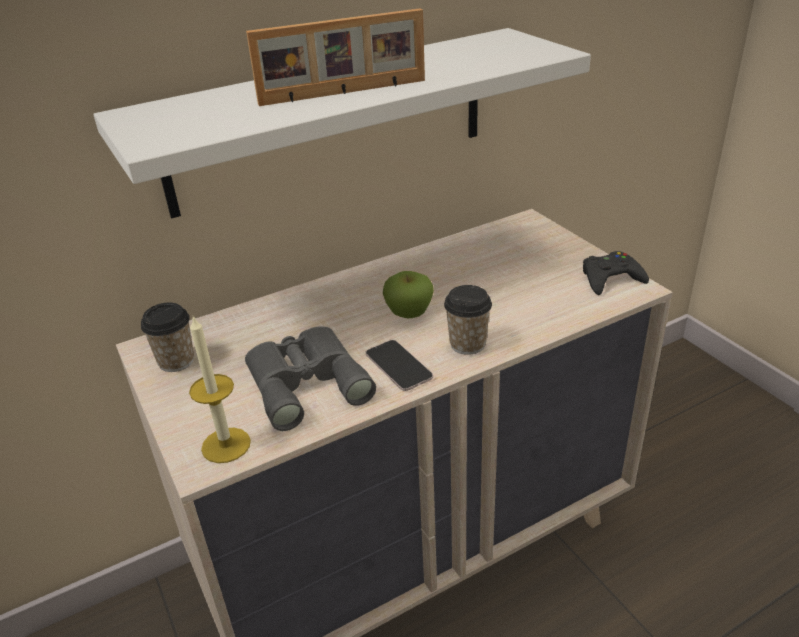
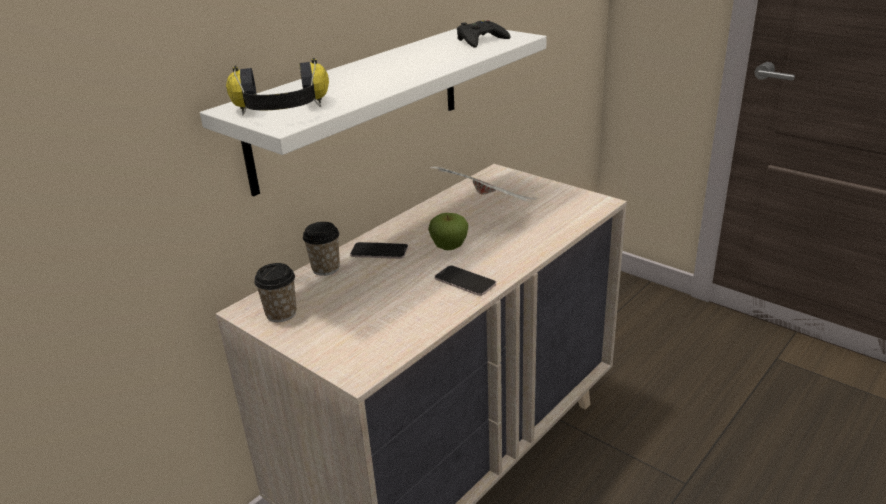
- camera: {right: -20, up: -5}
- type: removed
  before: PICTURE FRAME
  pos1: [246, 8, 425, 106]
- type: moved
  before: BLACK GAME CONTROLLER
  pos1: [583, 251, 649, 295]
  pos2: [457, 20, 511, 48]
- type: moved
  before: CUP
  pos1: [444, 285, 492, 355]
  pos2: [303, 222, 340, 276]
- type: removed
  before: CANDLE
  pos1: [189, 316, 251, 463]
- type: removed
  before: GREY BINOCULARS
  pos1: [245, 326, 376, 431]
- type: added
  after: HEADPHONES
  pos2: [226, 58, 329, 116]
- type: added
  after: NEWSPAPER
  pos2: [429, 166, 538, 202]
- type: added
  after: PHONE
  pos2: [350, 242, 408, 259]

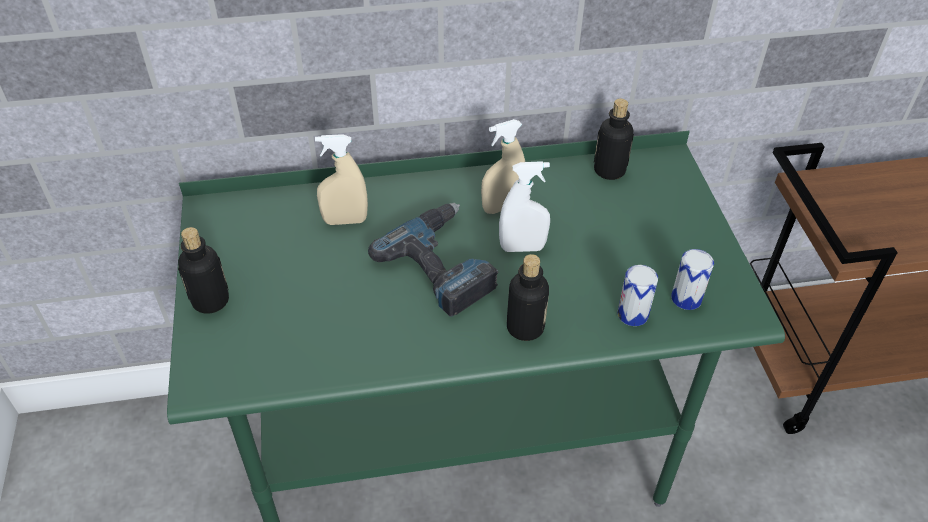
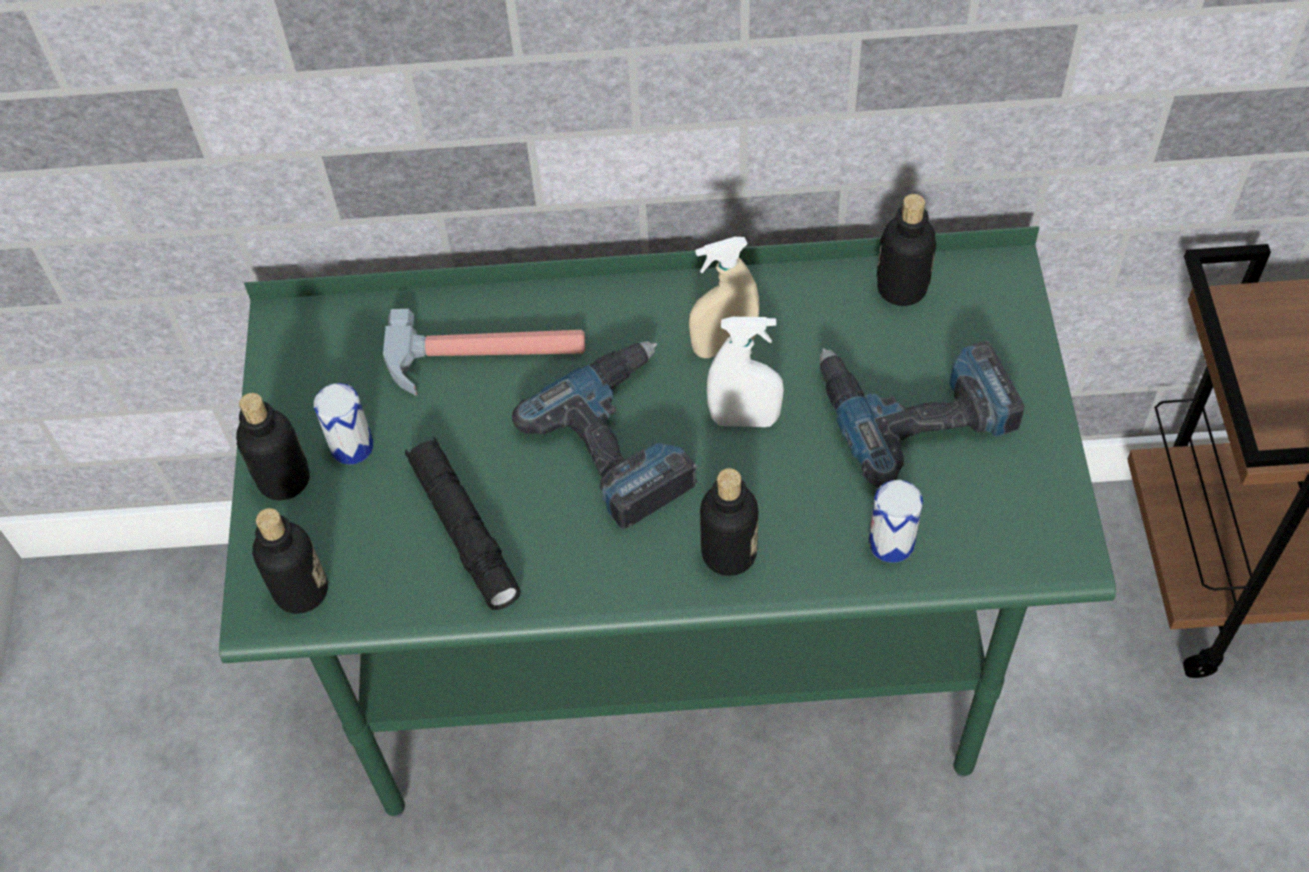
- camera: {right: 10, up: 10}
- type: replaced
  before: BEIGE SPRAY BOTTLE
  after: HAMMER
  pos1: [315, 134, 368, 225]
  pos2: [383, 309, 585, 396]
- type: moved
  before: CAN
  pos1: [671, 249, 714, 310]
  pos2: [314, 383, 374, 465]
- type: added
  after: POWER DRILL
  pos2: [820, 341, 1025, 488]
- type: added
  after: BLACK FLASHLIGHT
  pos2: [405, 437, 521, 610]
- type: added
  after: BOTTLE
  pos2: [252, 508, 328, 614]

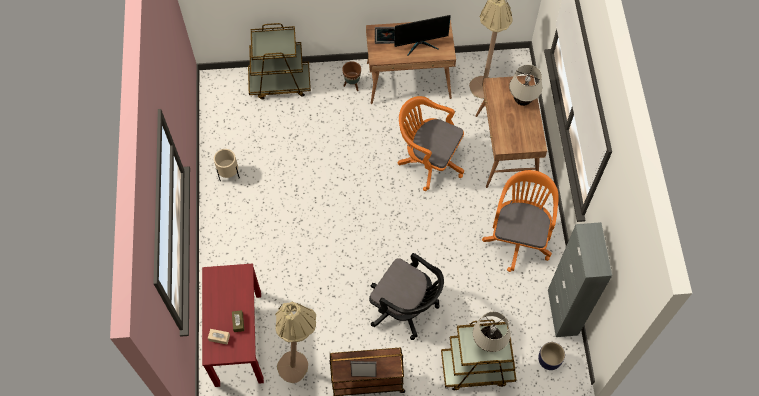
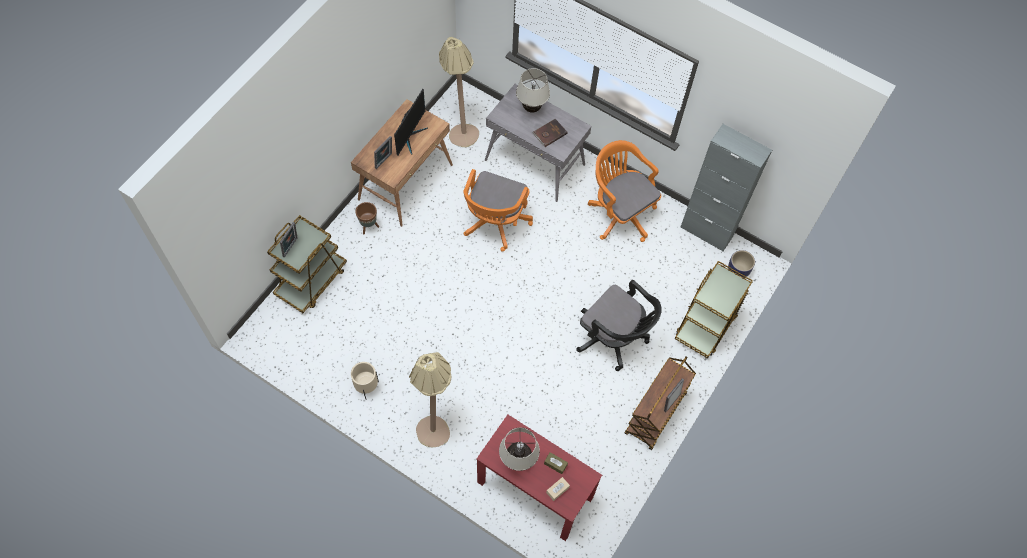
- camera: {right: -55, up: 0}
- type: recoloured
  before: BROWN DESK
  after: GREY DESK
  pos1: [475, 75, 547, 188]
  pos2: [485, 84, 591, 202]
- type: turned
  before: ORANGE OFFICE CHAIR
  pos1: [398, 96, 464, 191]
  pos2: [463, 169, 533, 252]
  turn: -45
- type: turned
  before: BLACK OFFICE CHAIR
  pos1: [369, 253, 444, 340]
  pos2: [576, 280, 662, 371]
  turn: 60
- type: moved
  before: BEIGE FLOOR LAMP
  pos1: [275, 302, 316, 383]
  pos2: [409, 352, 451, 447]
- type: moved
  before: BEIGE TABLE LAMP
  pos1: [473, 312, 510, 352]
  pos2: [499, 427, 540, 471]
- type: added
  after: BROWN BOOK
  pos2: [532, 119, 567, 147]
- type: added
  after: PICTURE FRAME
  pos2: [280, 222, 298, 258]

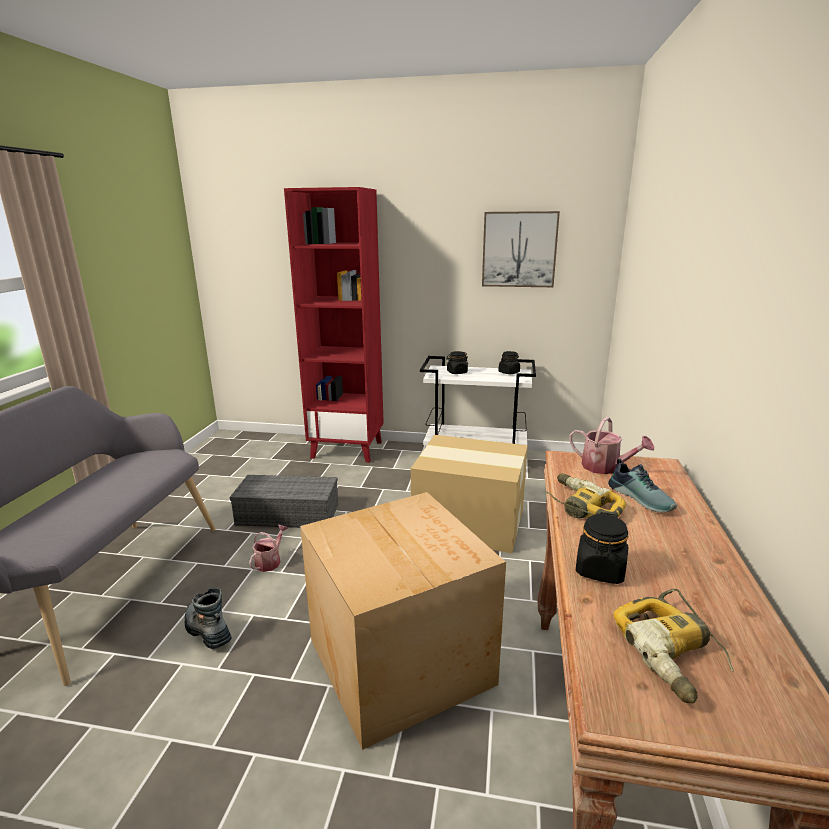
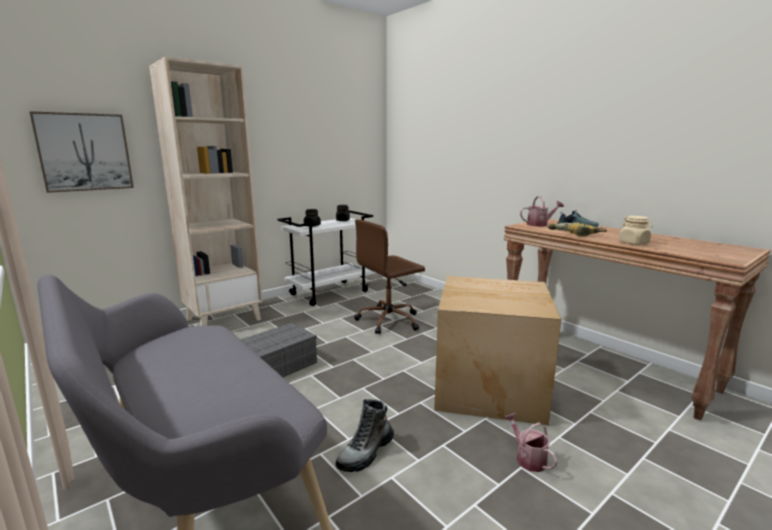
- camera: {right: -50, up: -5}
- type: recoloured
  before: RED BOOKCASE
  after: BEIGE BOOKCASE
  pos1: [284, 187, 384, 463]
  pos2: [149, 57, 262, 326]
- type: moved
  before: PICTURE
  pos1: [482, 211, 560, 287]
  pos2: [29, 111, 134, 193]
- type: replaced
  before: CARDBOARD BOX
  after: BROWN OFFICE CHAIR
  pos1: [411, 435, 528, 553]
  pos2: [354, 219, 425, 335]
- type: recoloured
  before: BLACK JAR
  after: BEIGE JAR
  pos1: [576, 512, 629, 584]
  pos2: [619, 216, 653, 245]
- type: moved
  before: WATERING CAN
  pos1: [249, 525, 288, 572]
  pos2: [504, 413, 558, 472]
- type: turned
  before: BOOT
  pos1: [185, 588, 232, 649]
  pos2: [335, 399, 394, 472]
  turn: -45
- type: removed
  before: POWER DRILL
  pos1: [613, 589, 734, 703]

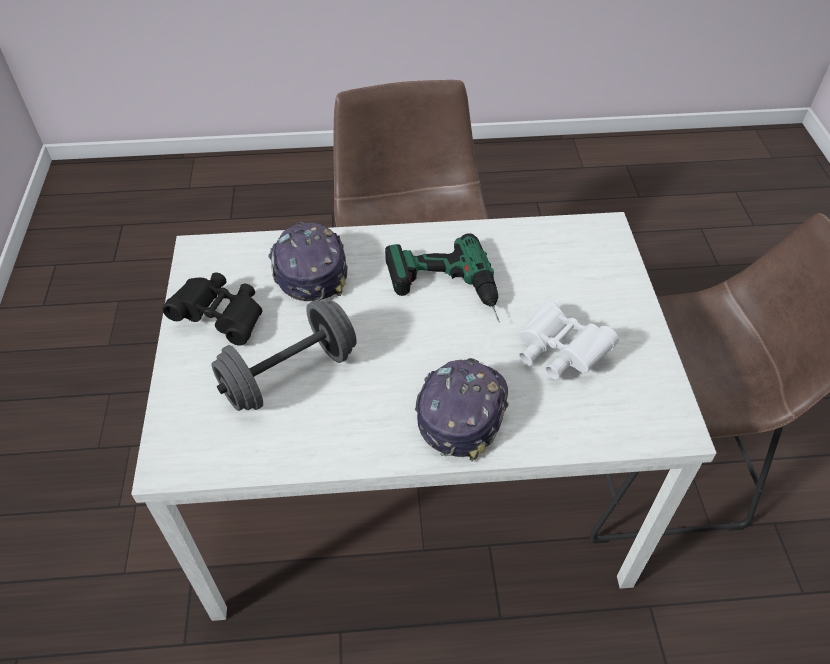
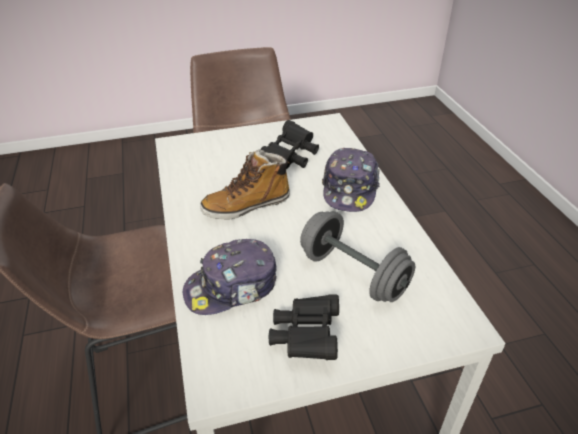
- camera: {right: -100, up: -10}
- type: replaced
  before: POWER DRILL
  after: BOOT
  pos1: [385, 233, 500, 322]
  pos2: [200, 150, 290, 220]
- type: recoloured
  before: WHITE BINOCULARS
  after: BLACK BINOCULARS
  pos1: [519, 301, 619, 380]
  pos2: [260, 120, 319, 169]
- type: turned
  before: CAP
  pos1: [415, 358, 509, 462]
  pos2: [322, 148, 380, 212]
  turn: -90

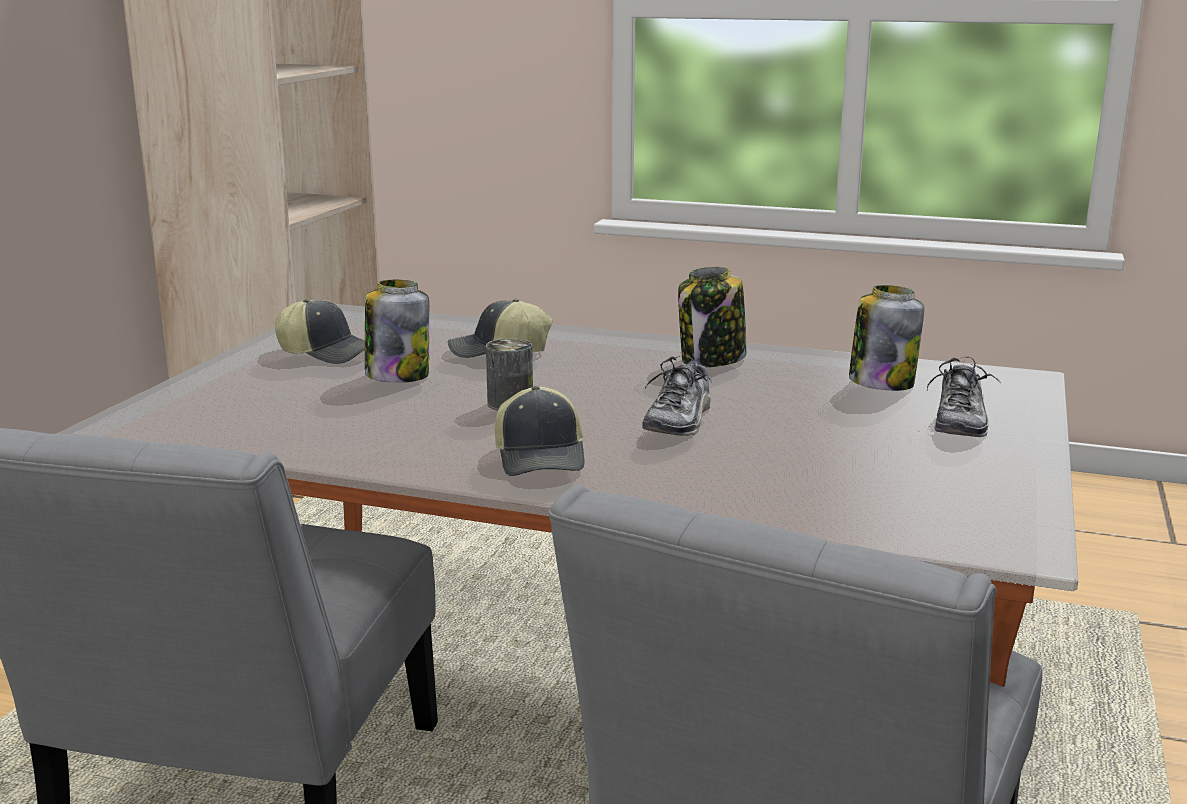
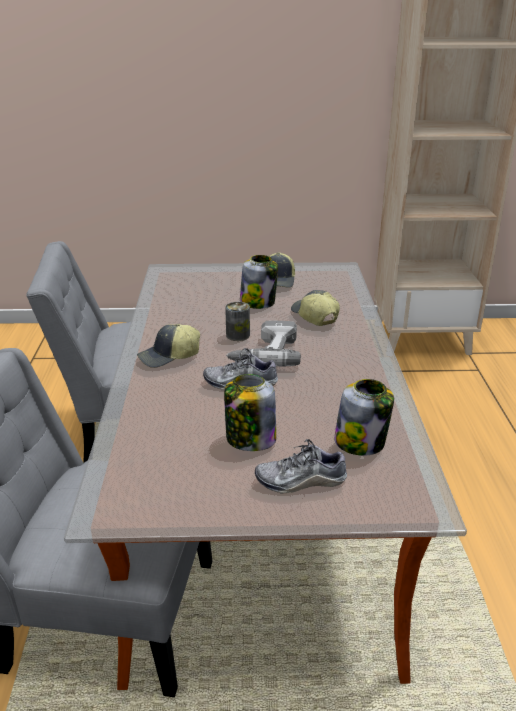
- camera: {right: 70, up: 10}
- type: moved
  before: JAR
  pos1: [678, 267, 747, 367]
  pos2: [224, 374, 276, 451]
- type: added
  after: POWER DRILL
  pos2: [226, 320, 301, 367]

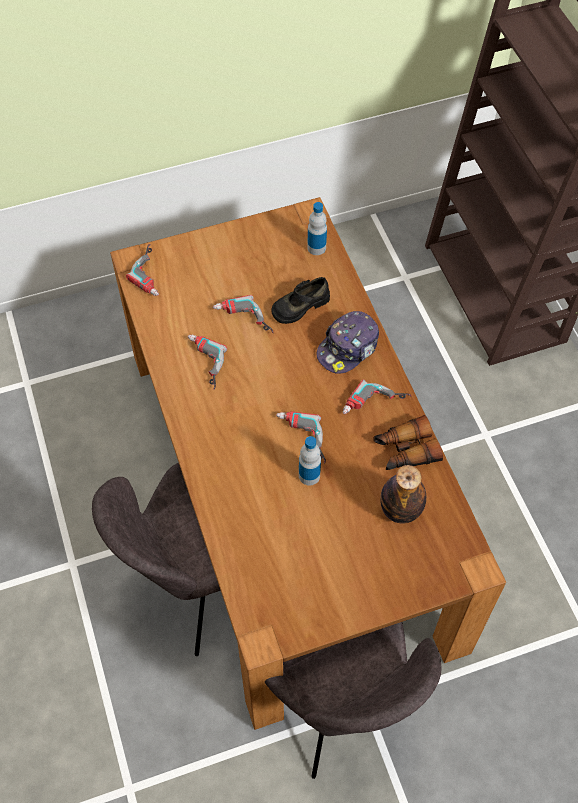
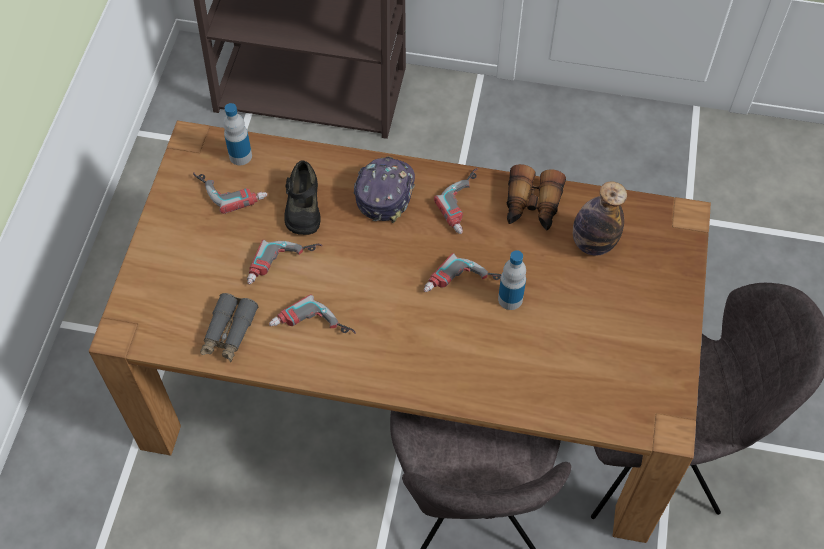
- camera: {right: -60, up: 0}
- type: moved
  before: POWER DRILL
  pos1: [126, 244, 159, 296]
  pos2: [193, 172, 268, 214]
- type: turned
  before: CAP
  pos1: [317, 311, 379, 374]
  pos2: [354, 157, 415, 223]
  turn: -150
- type: added
  after: GREY BINOCULARS
  pos2: [200, 293, 258, 362]

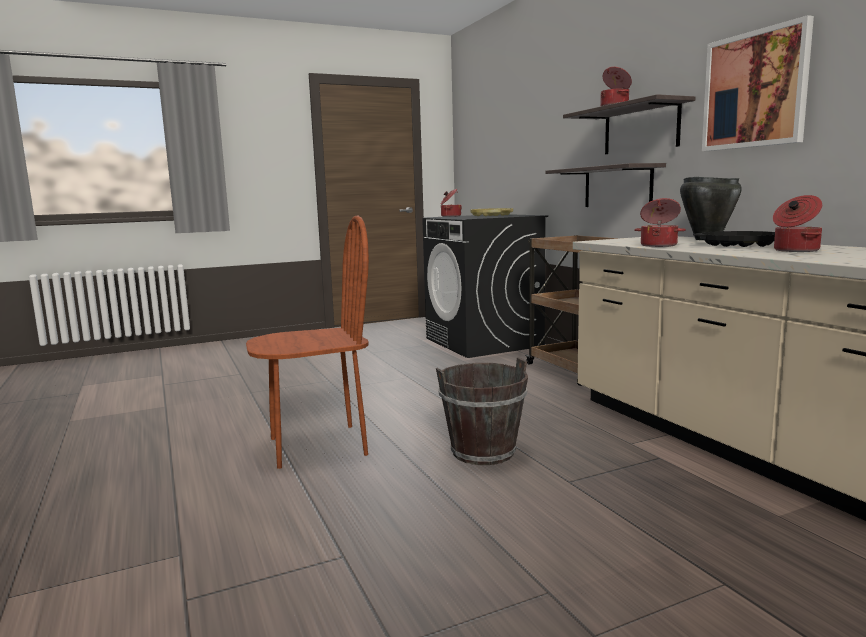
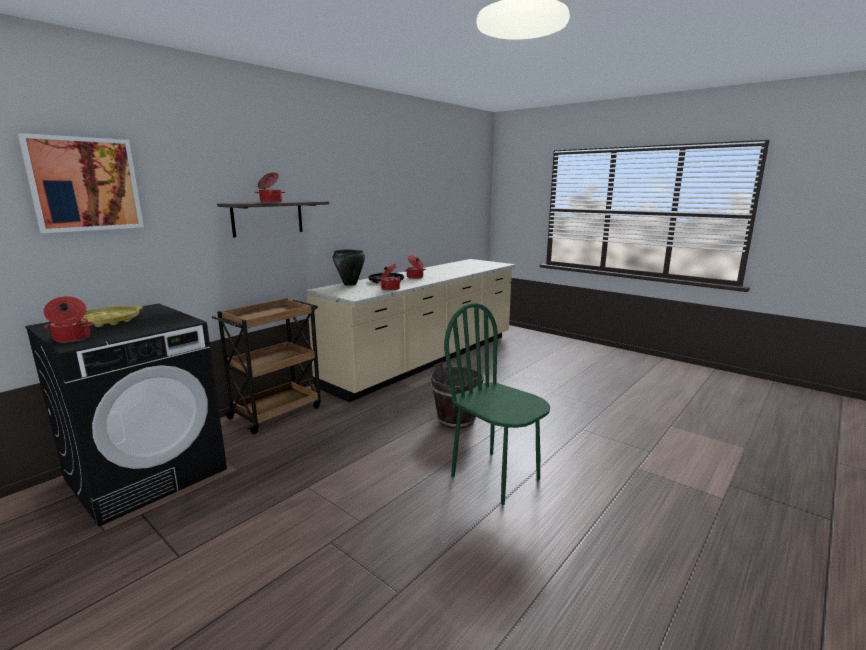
- camera: {right: -115, up: 5}
- type: moved
  before: PICTURE
  pos1: [702, 15, 814, 151]
  pos2: [18, 133, 144, 233]
- type: removed
  before: SHELF
  pos1: [545, 163, 666, 207]
- type: recoloured
  before: BROWN CHAIR
  after: GREEN CHAIR
  pos1: [246, 215, 369, 469]
  pos2: [444, 303, 550, 505]

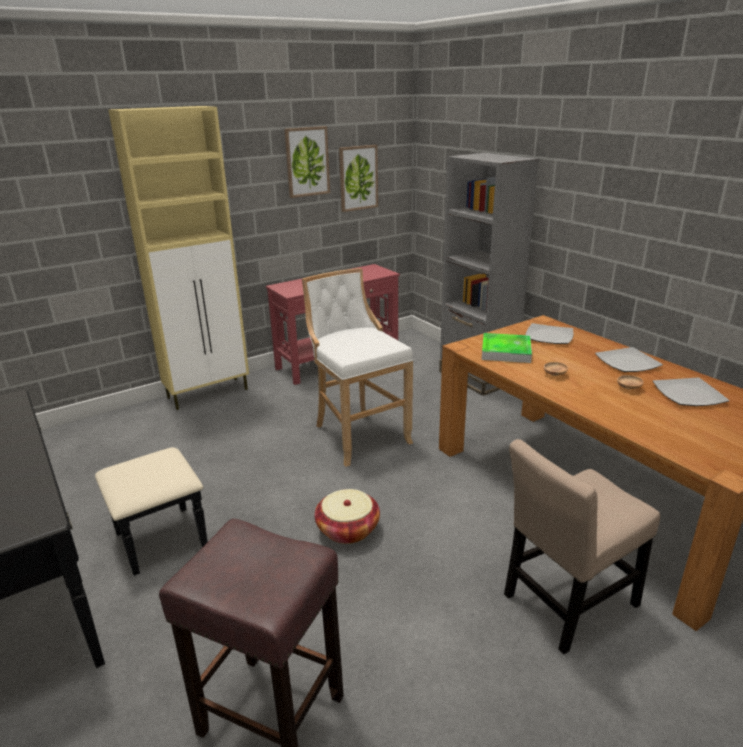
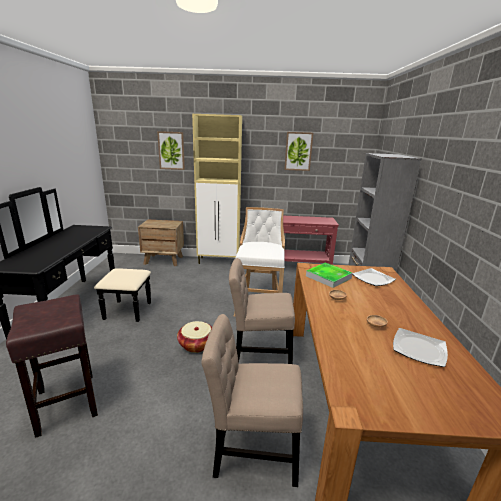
- camera: {right: 35, up: -5}
- type: moved
  before: PICTURE
  pos1: [339, 145, 378, 212]
  pos2: [157, 131, 185, 170]
- type: removed
  before: PLATE
  pos1: [595, 347, 663, 372]
- type: added
  after: BROWN NIGHTSTAND
  pos2: [138, 219, 184, 266]
- type: added
  after: BEIGE CHAIR
  pos2: [229, 258, 295, 364]

